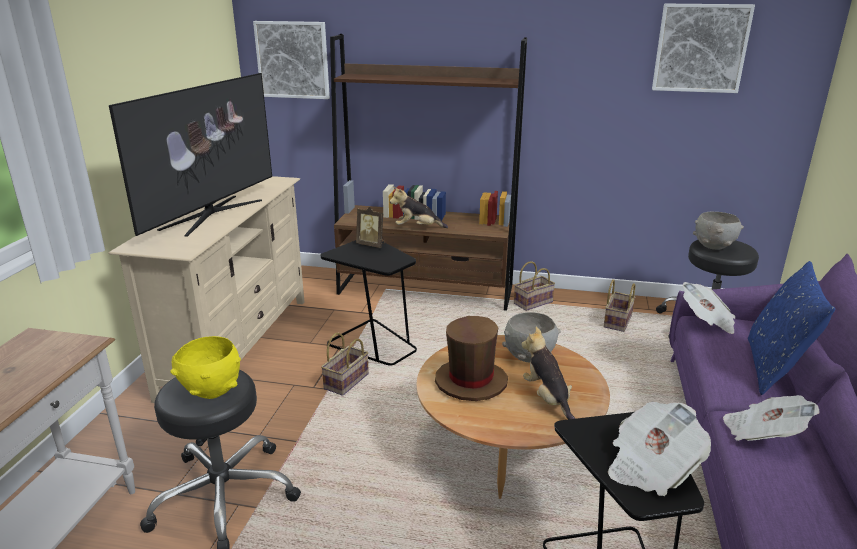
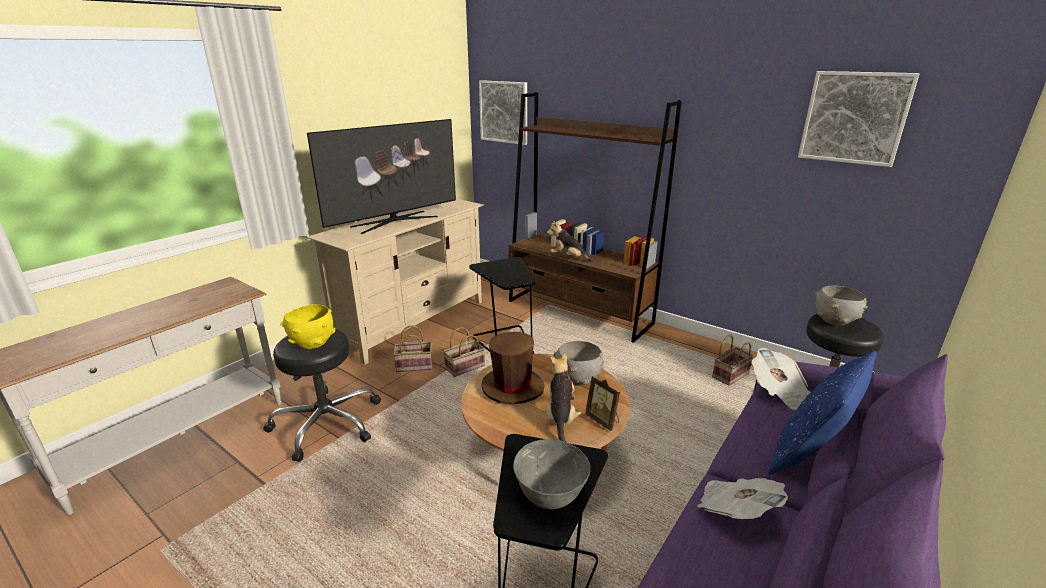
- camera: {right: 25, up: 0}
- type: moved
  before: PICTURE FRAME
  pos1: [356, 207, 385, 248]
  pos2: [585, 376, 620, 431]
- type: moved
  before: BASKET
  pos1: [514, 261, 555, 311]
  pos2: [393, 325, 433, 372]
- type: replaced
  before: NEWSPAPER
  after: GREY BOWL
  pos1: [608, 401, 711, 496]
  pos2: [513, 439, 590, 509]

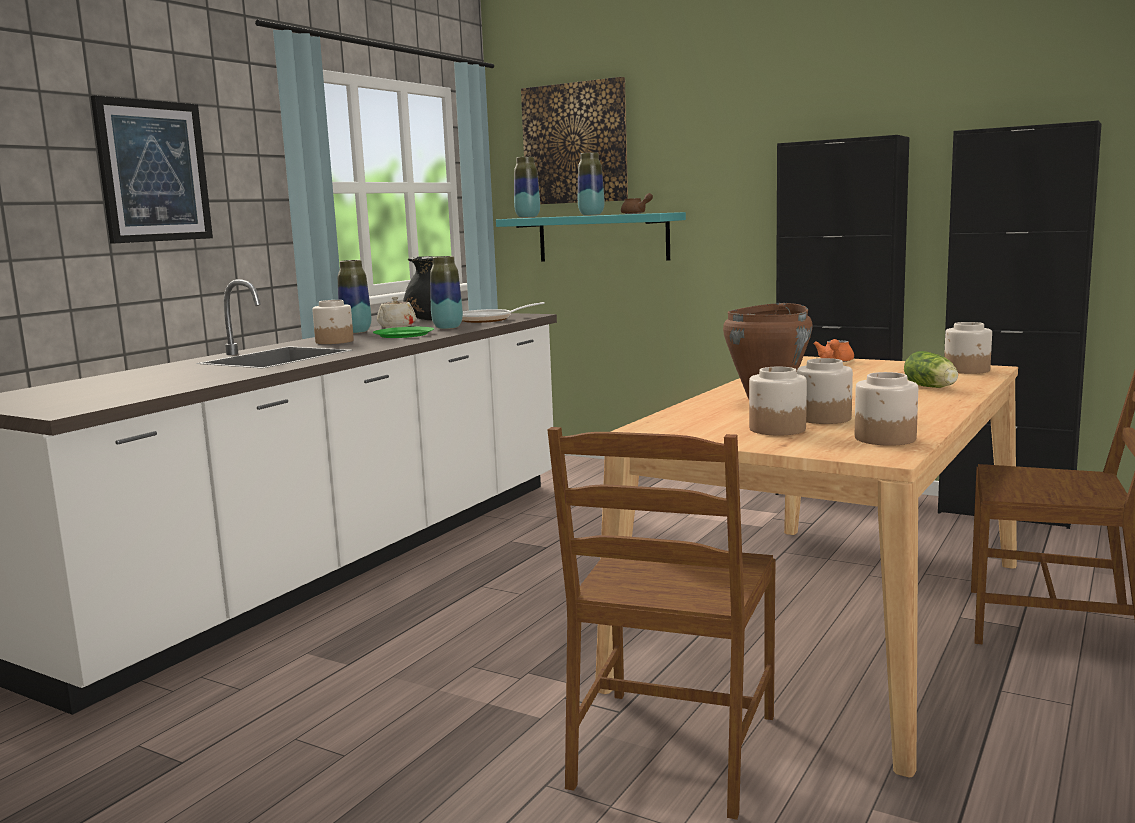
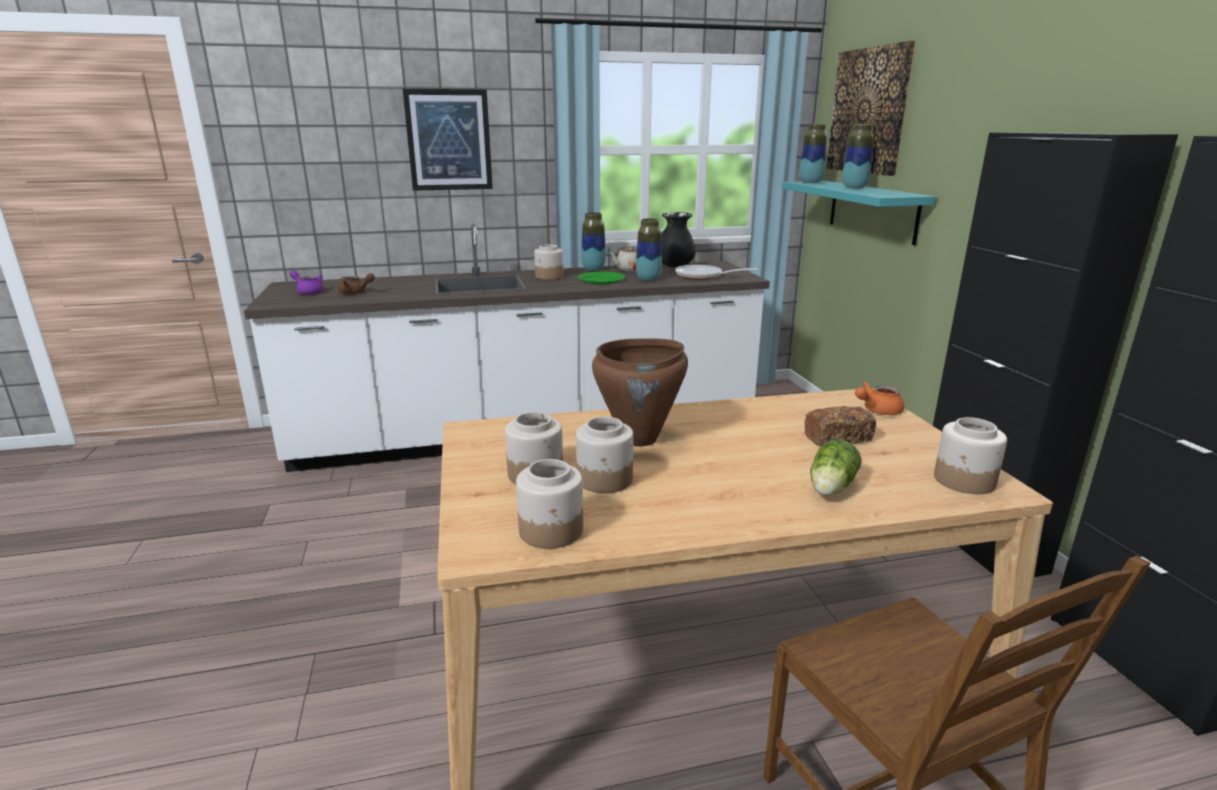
- camera: {right: 45, up: 10}
- type: moved
  before: BROWN TEAPOT
  pos1: [621, 193, 653, 214]
  pos2: [338, 273, 375, 294]
- type: removed
  before: BROWN CHAIR
  pos1: [548, 427, 776, 820]
- type: added
  after: PURPLE TEAPOT
  pos2: [290, 270, 324, 295]
- type: added
  after: BREAD
  pos2: [804, 406, 876, 446]

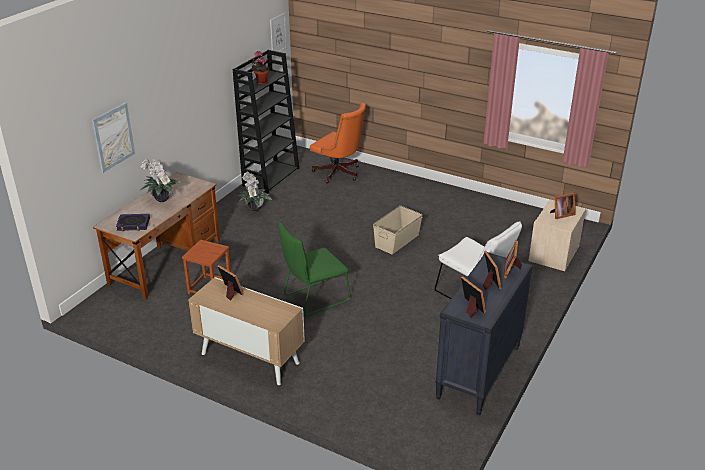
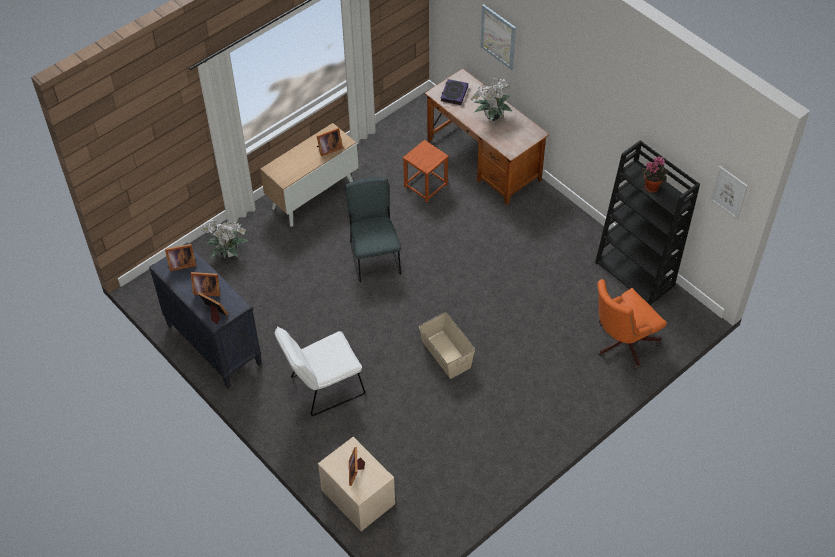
- camera: {right: 110, up: 20}
- type: moved
  before: POTTED PLANT
  pos1: [239, 172, 272, 211]
  pos2: [202, 220, 249, 258]
- type: recoloured
  before: GREEN CHAIR
  after: GREY CHAIR
  pos1: [278, 222, 351, 316]
  pos2: [345, 177, 401, 282]

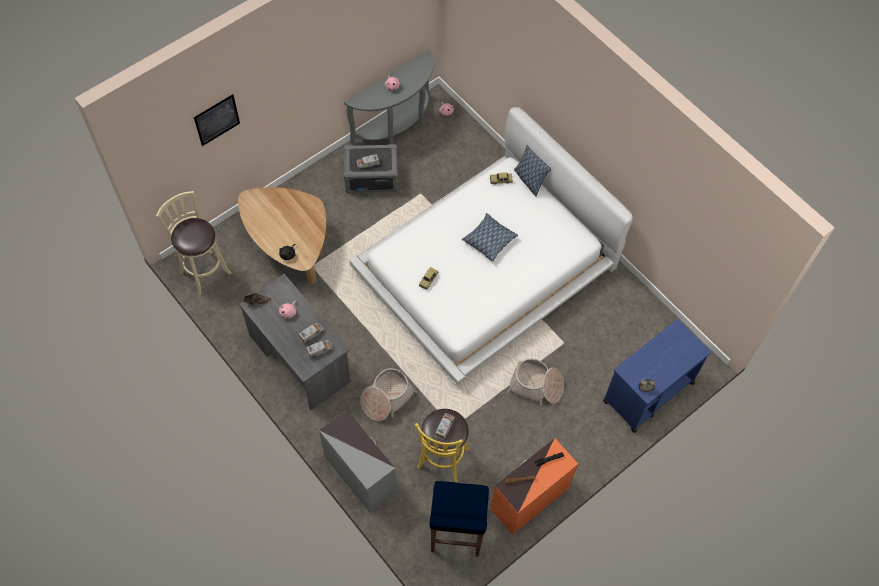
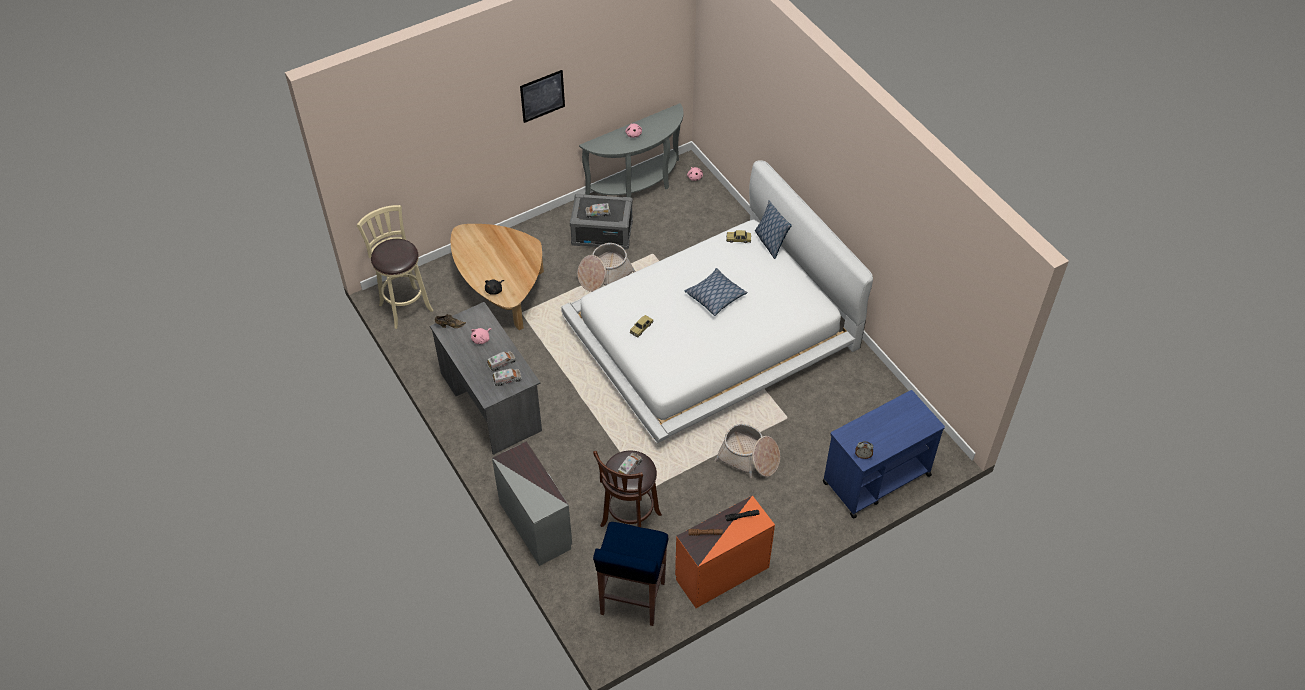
- camera: {right: 10, up: -10}
- type: moved
  before: PICTURE
  pos1: [194, 94, 240, 146]
  pos2: [520, 70, 565, 123]
- type: moved
  before: BASKET
  pos1: [360, 368, 417, 421]
  pos2: [577, 243, 636, 292]
- type: recoloured
  before: YELLOW STOOL
  after: BROWN STOOL
  pos1: [415, 409, 469, 482]
  pos2: [593, 451, 662, 527]

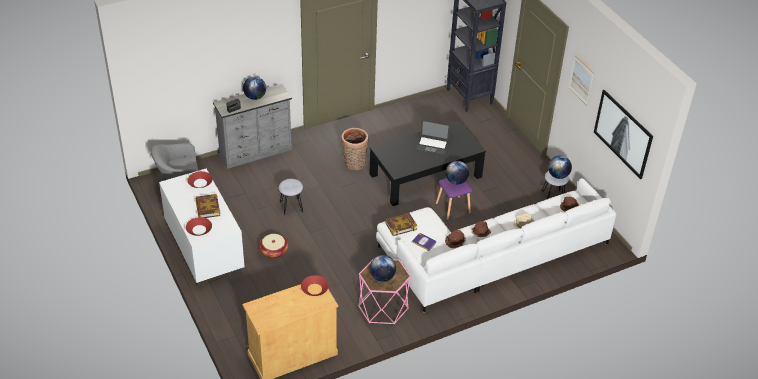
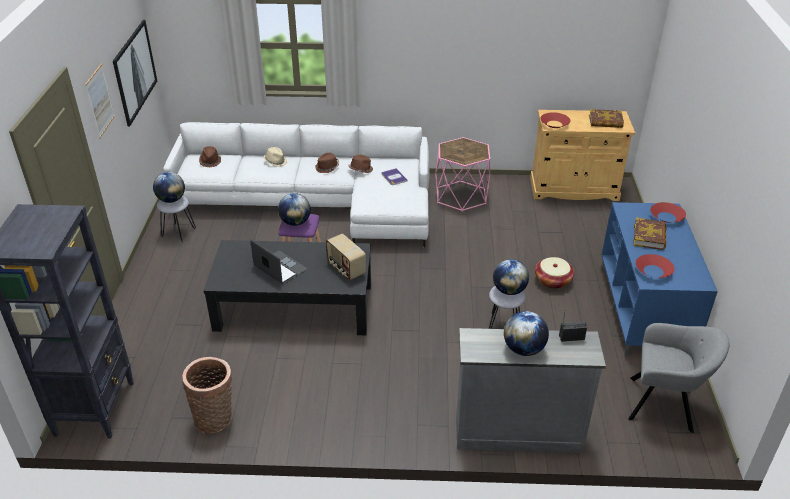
- camera: {right: -150, up: -5}
- type: moved
  before: BASKET
  pos1: [341, 128, 368, 170]
  pos2: [182, 357, 233, 434]
- type: recoloured
  before: WHITE TV STAND
  after: BLUE TV STAND
  pos1: [159, 169, 244, 289]
  pos2: [601, 202, 718, 356]
- type: moved
  before: BOOK
  pos1: [385, 213, 418, 236]
  pos2: [589, 109, 624, 128]
- type: moved
  before: GLOBE
  pos1: [370, 255, 396, 282]
  pos2: [493, 259, 529, 295]
- type: added
  after: RADIO
  pos2: [326, 233, 366, 280]

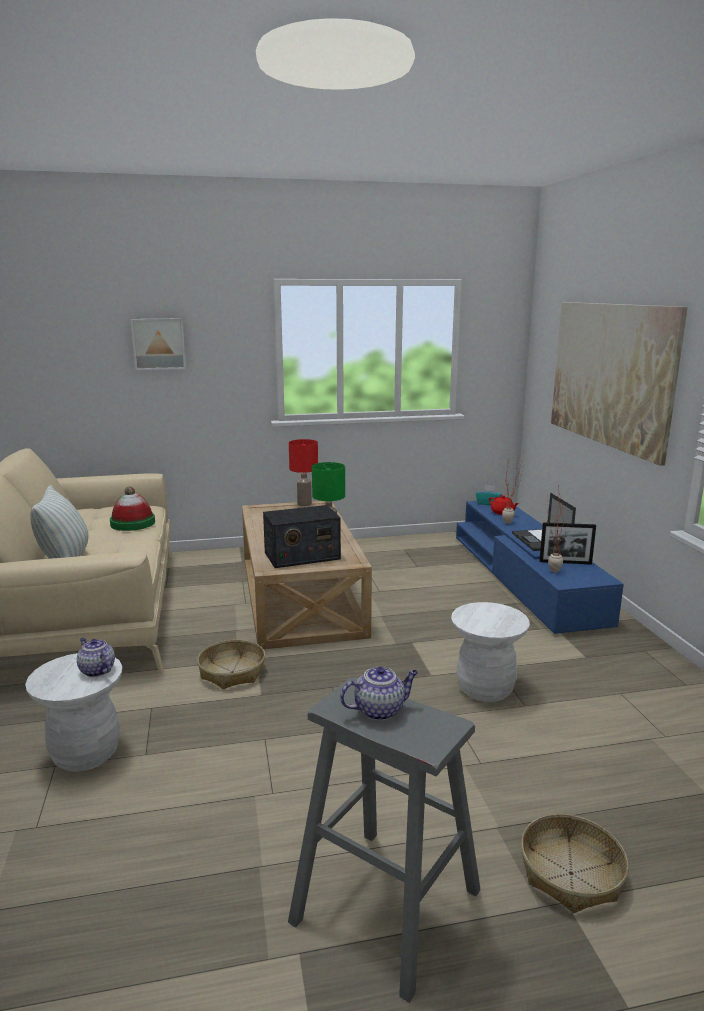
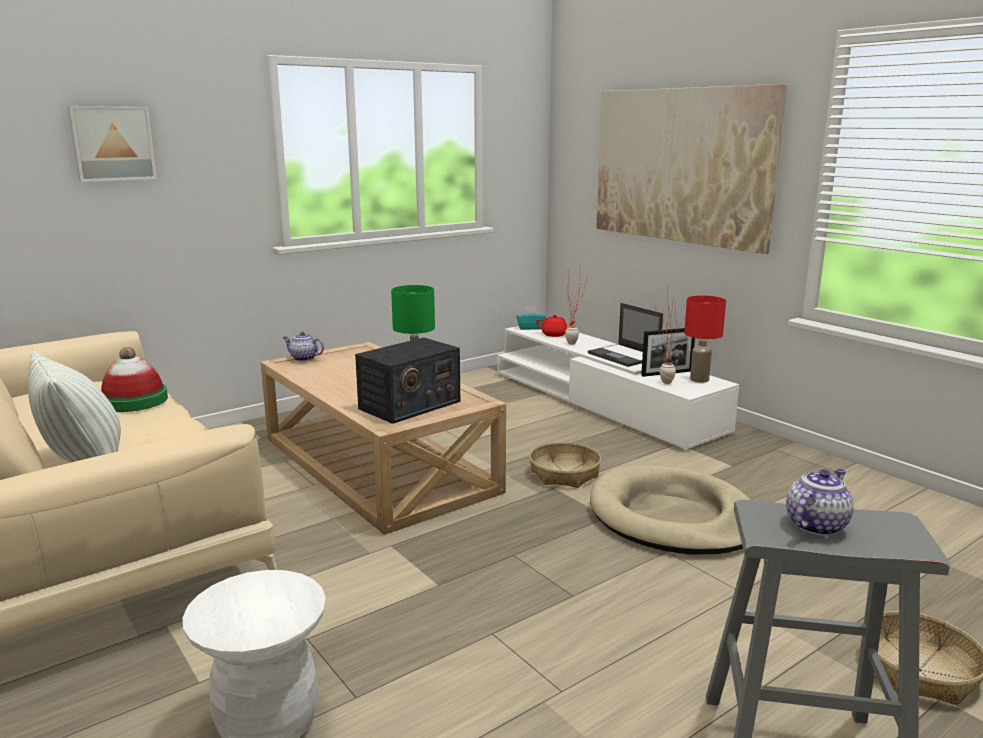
- camera: {right: -25, up: 0}
- type: moved
  before: RED TABLE LAMP
  pos1: [289, 439, 318, 506]
  pos2: [684, 295, 726, 383]
- type: recoloured
  before: BLUE TV STAND
  after: WHITE TV STAND
  pos1: [456, 501, 624, 634]
  pos2: [497, 326, 739, 450]
- type: replaced
  before: WHITE STOOL
  after: BEIGE DOG BED
  pos1: [451, 602, 530, 702]
  pos2: [590, 465, 751, 555]
- type: moved
  before: TEAPOT
  pos1: [77, 637, 115, 677]
  pos2: [283, 332, 324, 361]
- type: moved
  before: BASKET
  pos1: [197, 640, 265, 689]
  pos2: [529, 442, 601, 488]

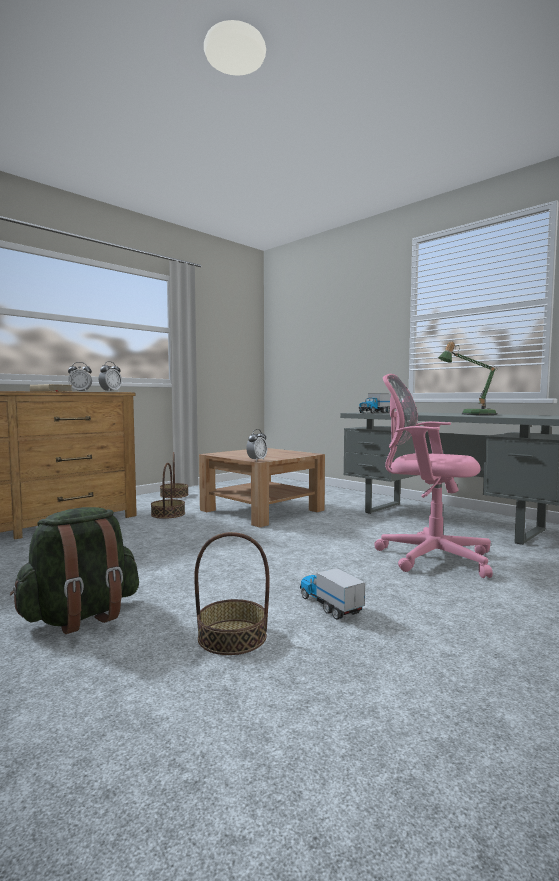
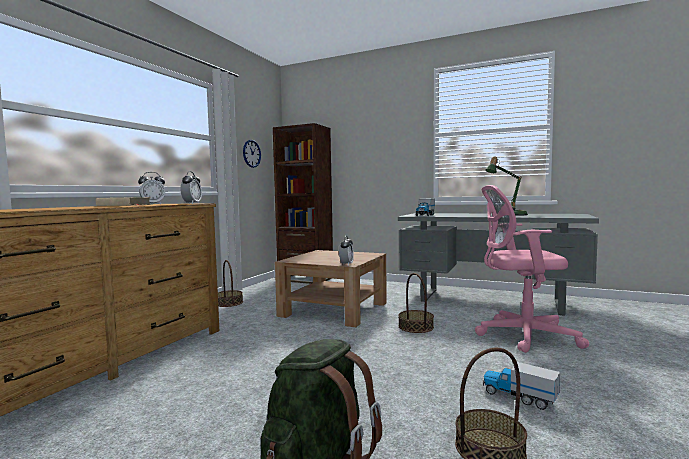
- camera: {right: -20, up: 0}
- type: moved
  before: BASKET
  pos1: [151, 463, 185, 519]
  pos2: [398, 273, 434, 333]
- type: added
  after: BROWN BOOKCASE
  pos2: [273, 123, 333, 284]
- type: added
  after: WALL CLOCK
  pos2: [243, 140, 261, 168]

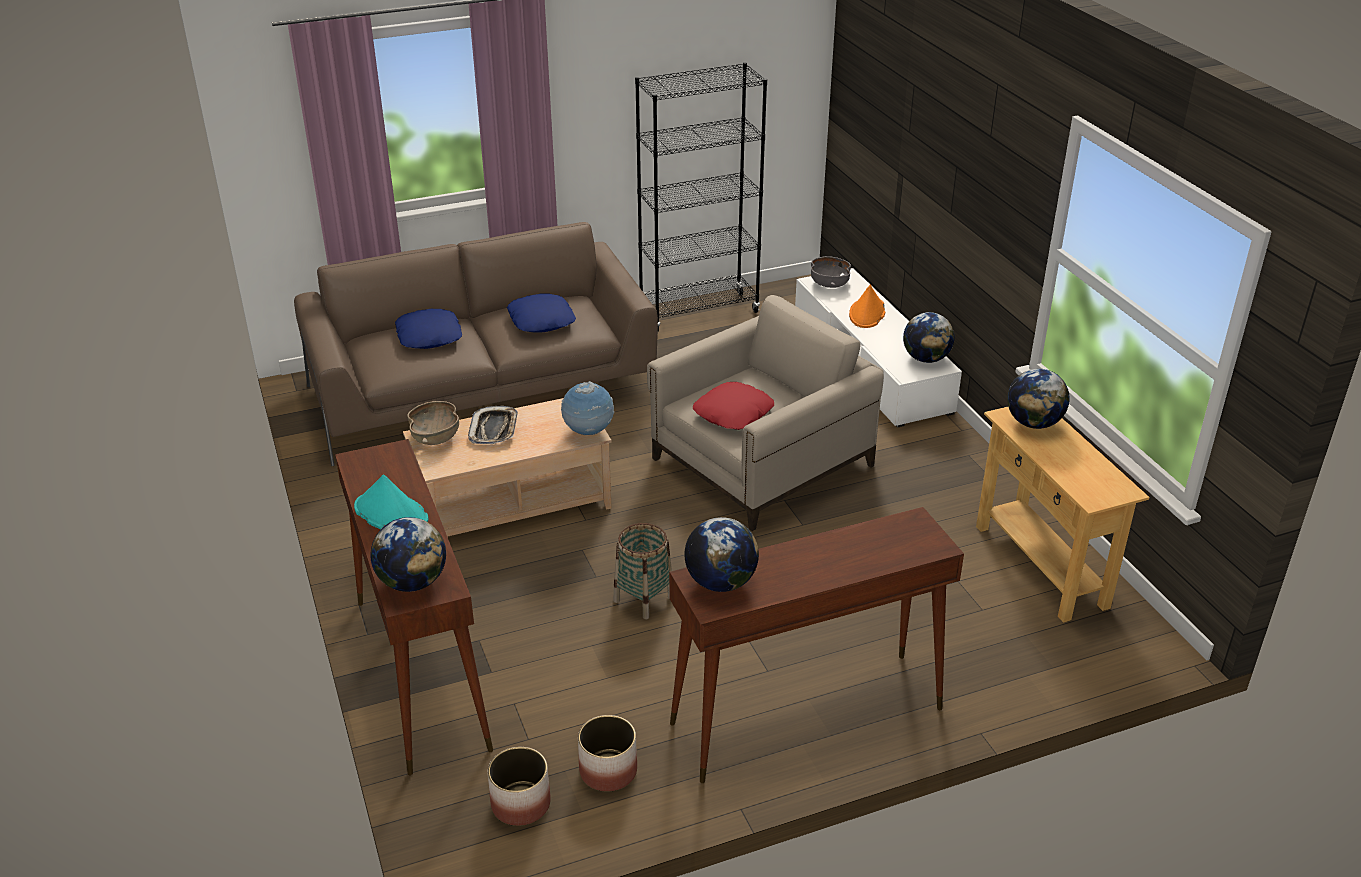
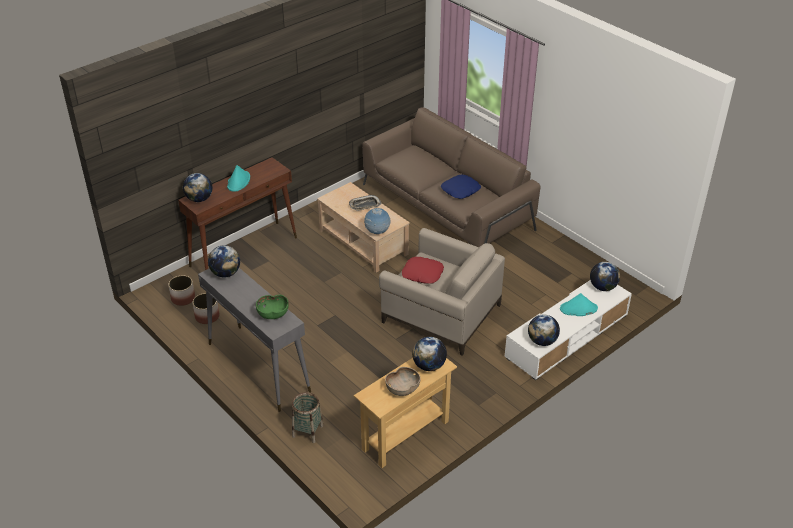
- camera: {right: 70, up: 5}
- type: removed
  before: BLACK BOOKCASE
  pos1: [635, 62, 767, 332]
- type: replaced
  before: GREY BOWL
  after: GLOBE
  pos1: [811, 256, 851, 288]
  pos2: [590, 262, 620, 291]
- type: recoloured
  before: ORANGE HAT
  after: TURQUOISE HAT
  pos1: [849, 284, 886, 328]
  pos2: [560, 293, 598, 316]
- type: removed
  before: BLUE PILLOW
  pos1: [395, 309, 462, 349]
- type: moved
  before: BROWN BOWL
  pos1: [407, 401, 459, 445]
  pos2: [385, 367, 421, 396]
- type: recoloured
  before: BROWN CONSOLE TABLE
  after: GREY CONSOLE TABLE
  pos1: [669, 507, 964, 783]
  pos2: [198, 268, 311, 412]
- type: moved
  before: BASKET
  pos1: [613, 523, 672, 620]
  pos2: [292, 392, 324, 443]
- type: added
  after: GREEN BOWL
  pos2: [256, 295, 289, 319]

